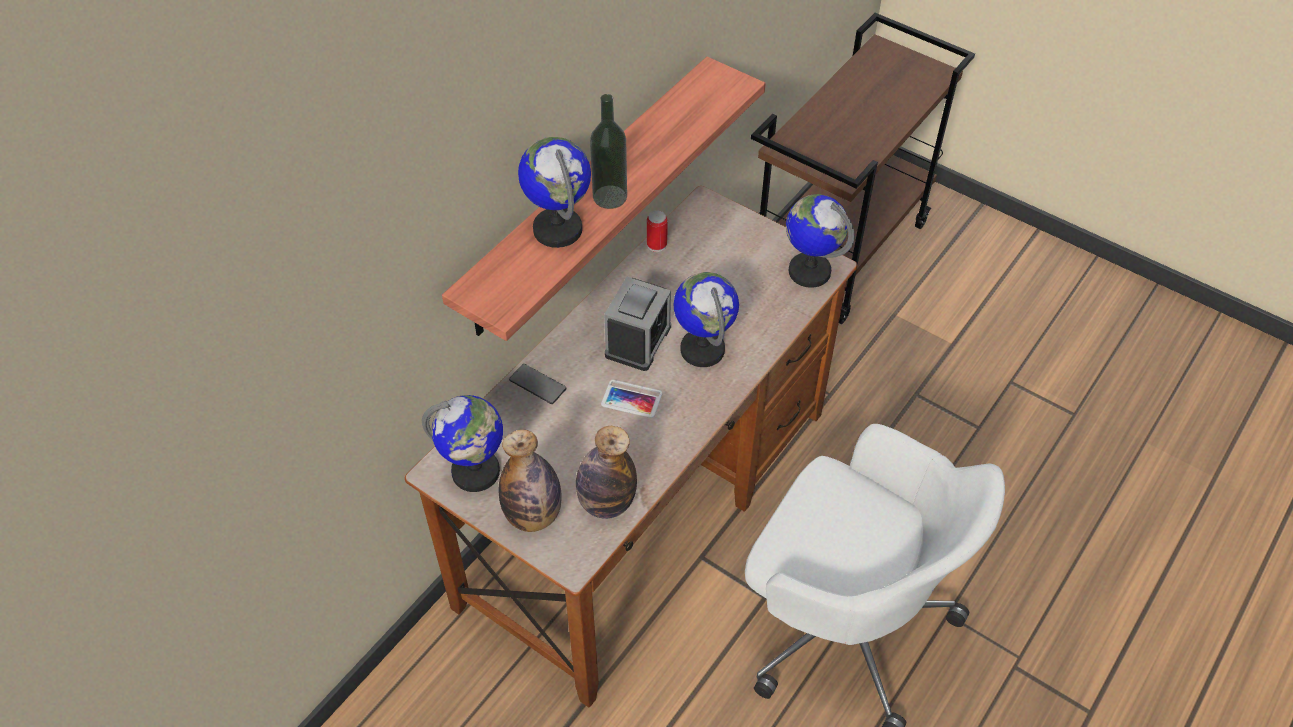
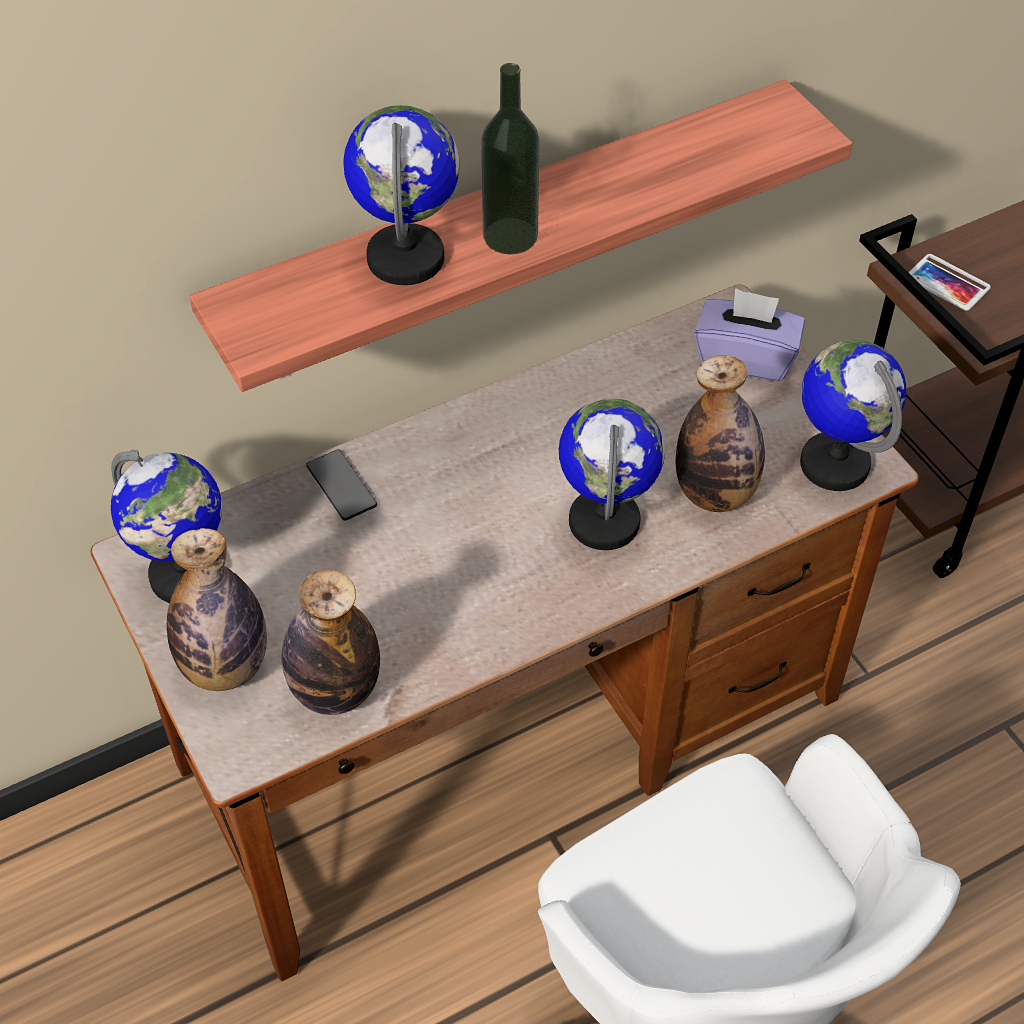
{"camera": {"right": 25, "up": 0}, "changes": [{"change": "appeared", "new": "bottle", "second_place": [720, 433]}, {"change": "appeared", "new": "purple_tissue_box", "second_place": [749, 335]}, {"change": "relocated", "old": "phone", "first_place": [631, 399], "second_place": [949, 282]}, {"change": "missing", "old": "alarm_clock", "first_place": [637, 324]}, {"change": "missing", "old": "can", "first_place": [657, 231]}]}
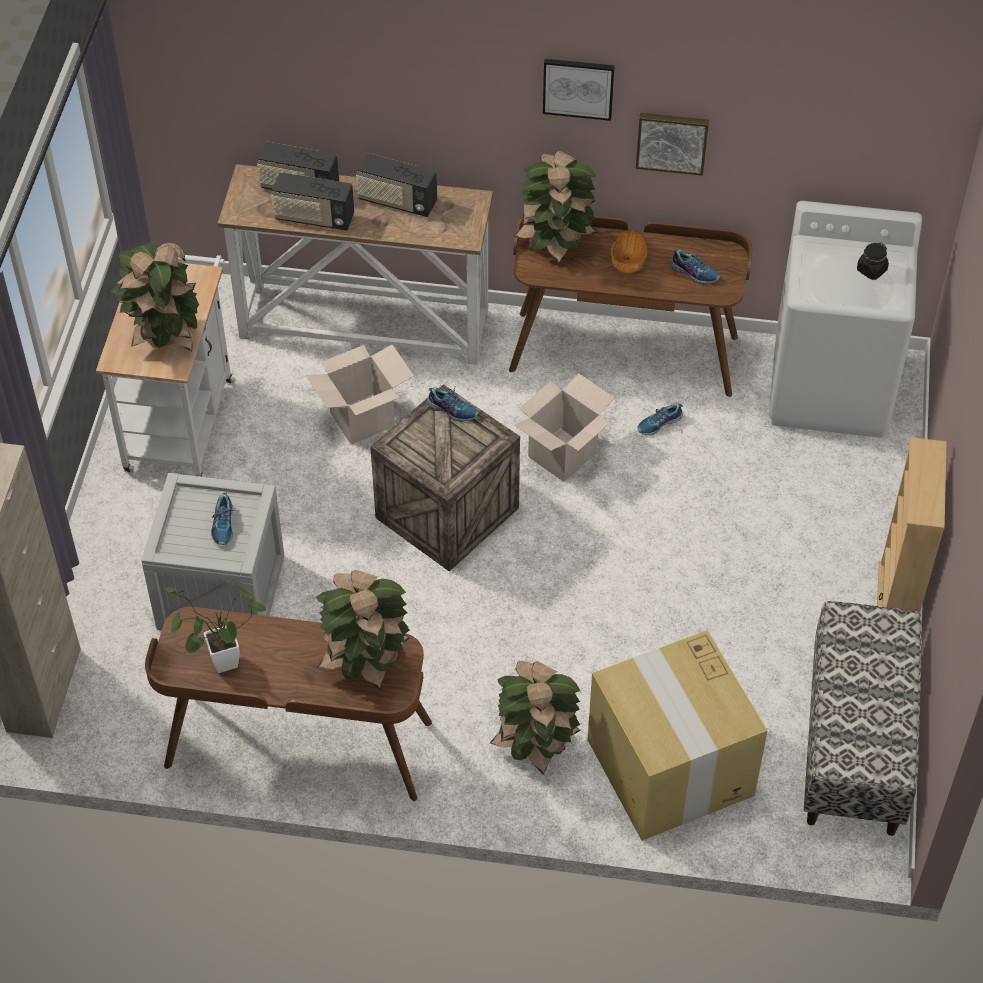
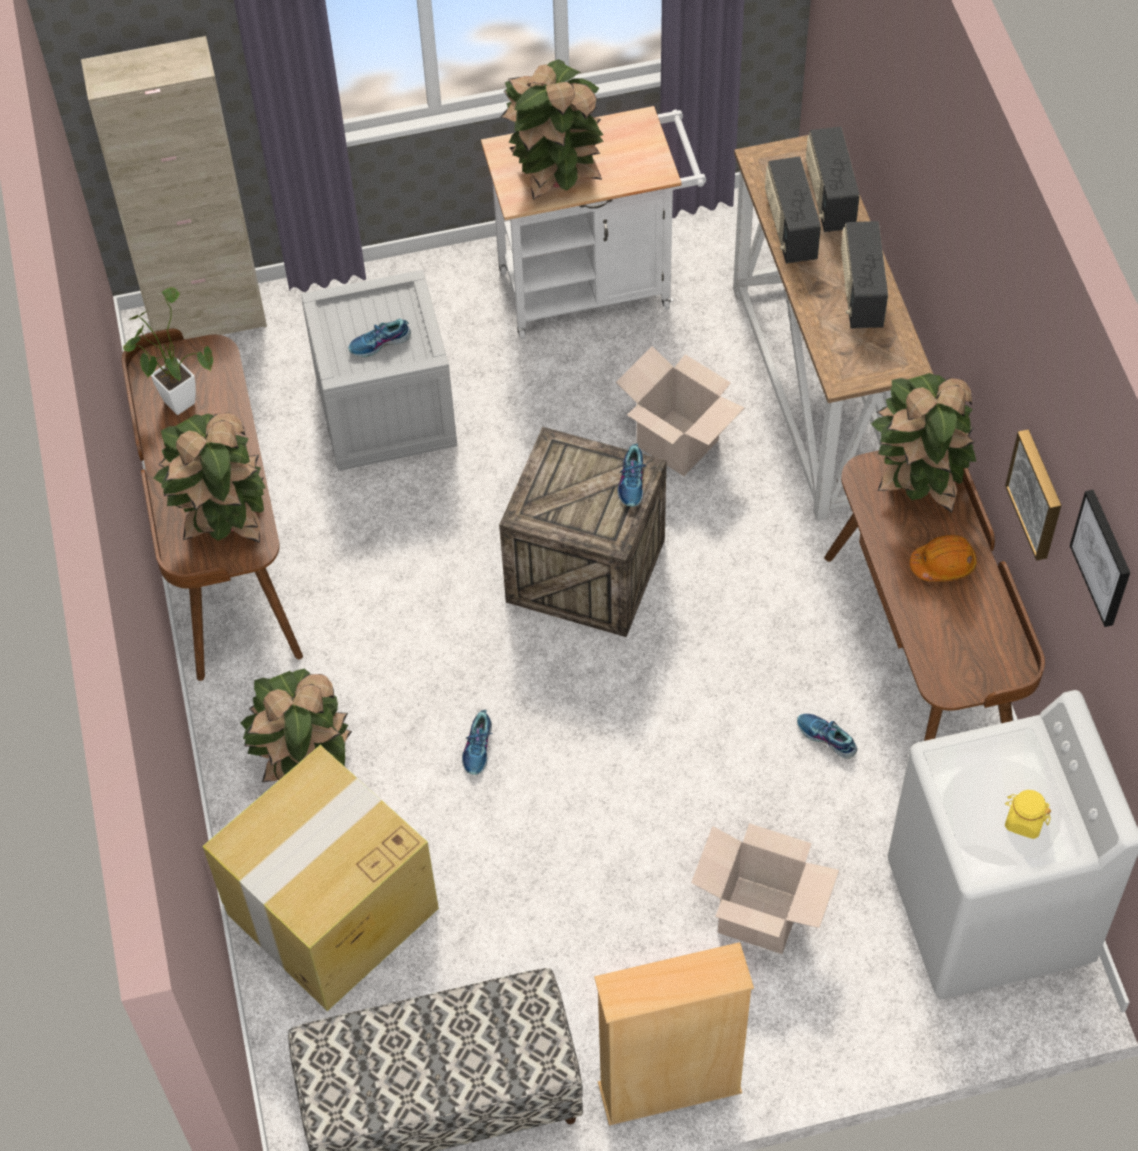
{"camera": {"right": 70, "up": 5}, "changes": [{"change": "relocated", "old": "shoe", "first_place": [695, 267], "second_place": [477, 742]}, {"change": "relocated", "old": "cardboard_box", "first_place": [564, 427], "second_place": [765, 888]}, {"change": "colour", "old": "black_jar", "new": "yellow_jar", "first_place": [873, 261], "second_place": [1028, 814]}, {"change": "relocated", "old": "picture", "first_place": [579, 90], "second_place": [1100, 558]}]}
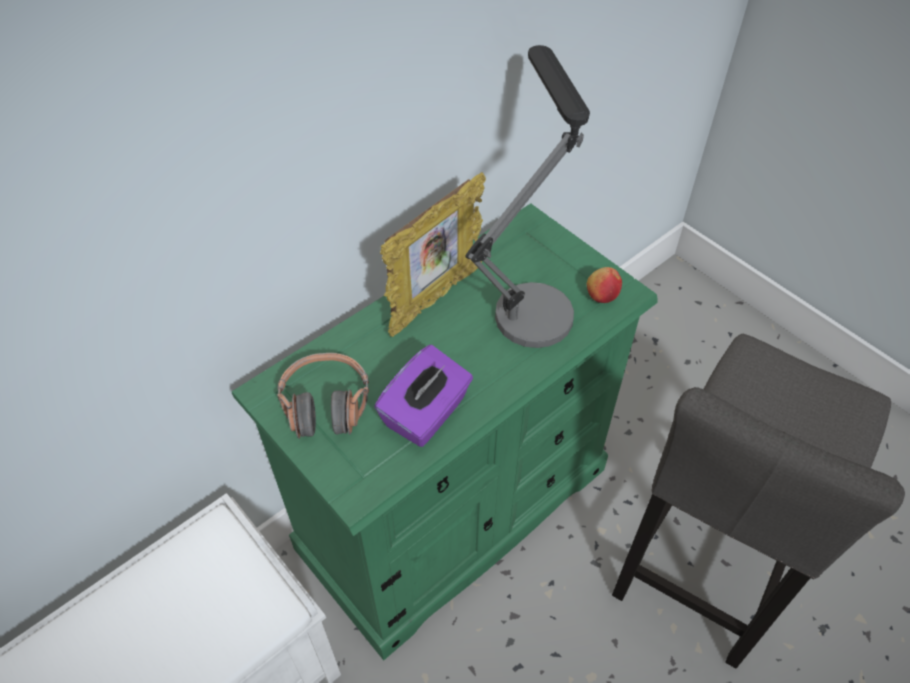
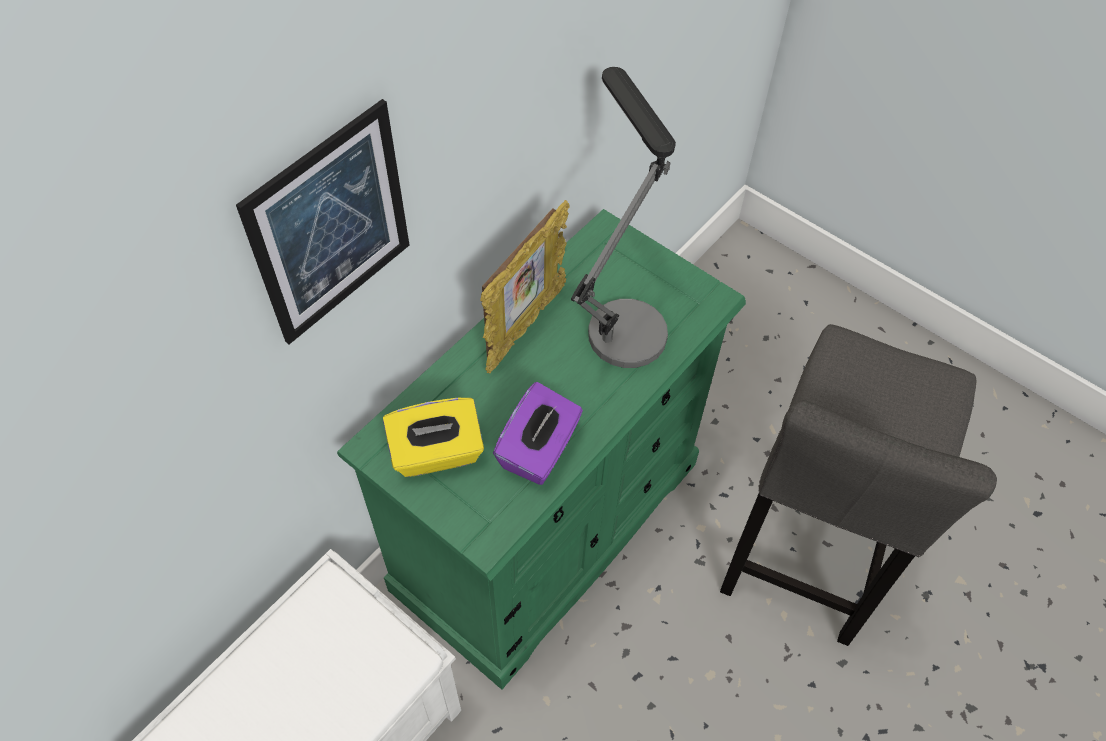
{"camera": {"right": -10, "up": 5}, "changes": [{"change": "appeared", "new": "picture", "second_place": [322, 221]}, {"change": "exchanged", "old": "headphones", "new": "yellow_tissue_box", "first_place": [323, 396], "second_place": [433, 437]}, {"change": "missing", "old": "apple", "first_place": [604, 285]}]}
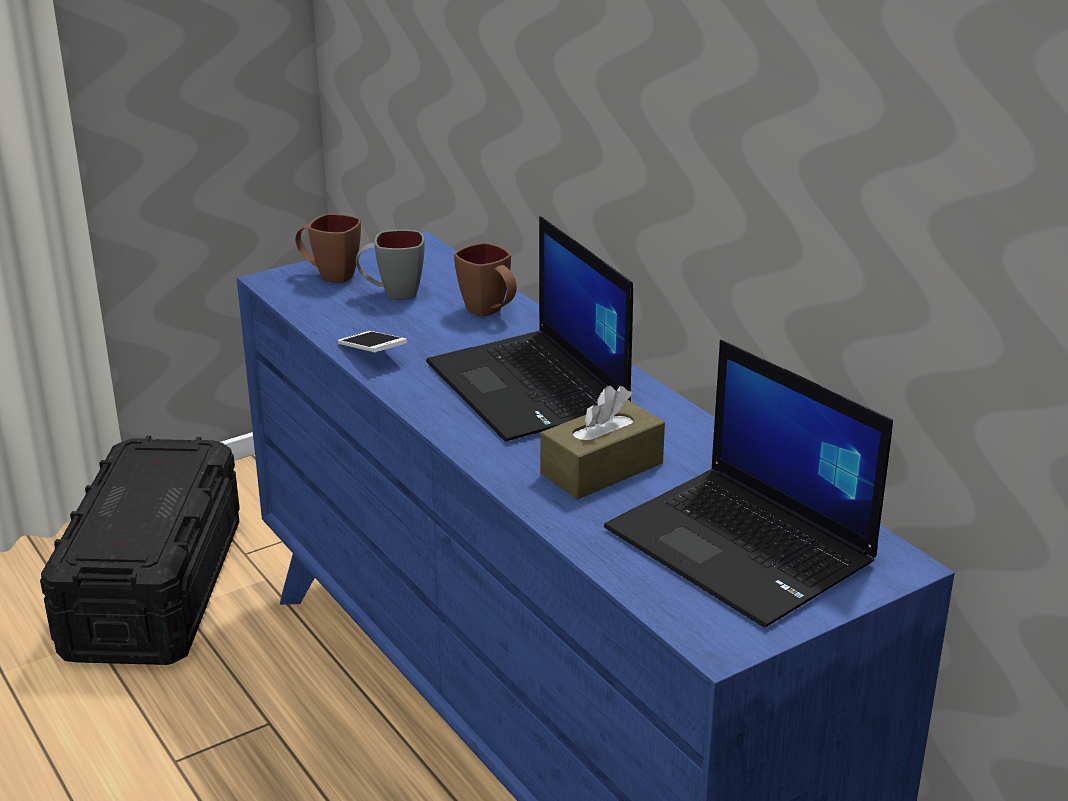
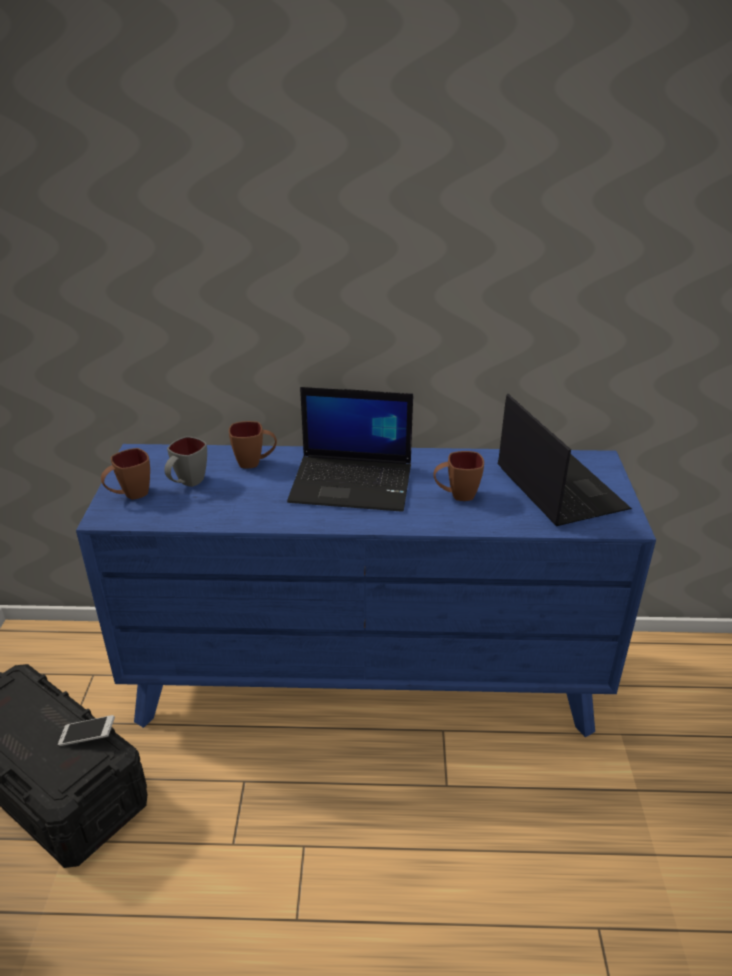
{"camera": {"right": -55, "up": 5}, "changes": [{"change": "relocated", "old": "phone", "first_place": [372, 341], "second_place": [86, 730]}, {"change": "exchanged", "old": "brown_tissue_box", "new": "brown_mug", "first_place": [602, 443], "second_place": [459, 476]}, {"change": "spun", "old": "laptop", "first_place": [748, 484], "second_place": [565, 460], "degrees": -105}]}
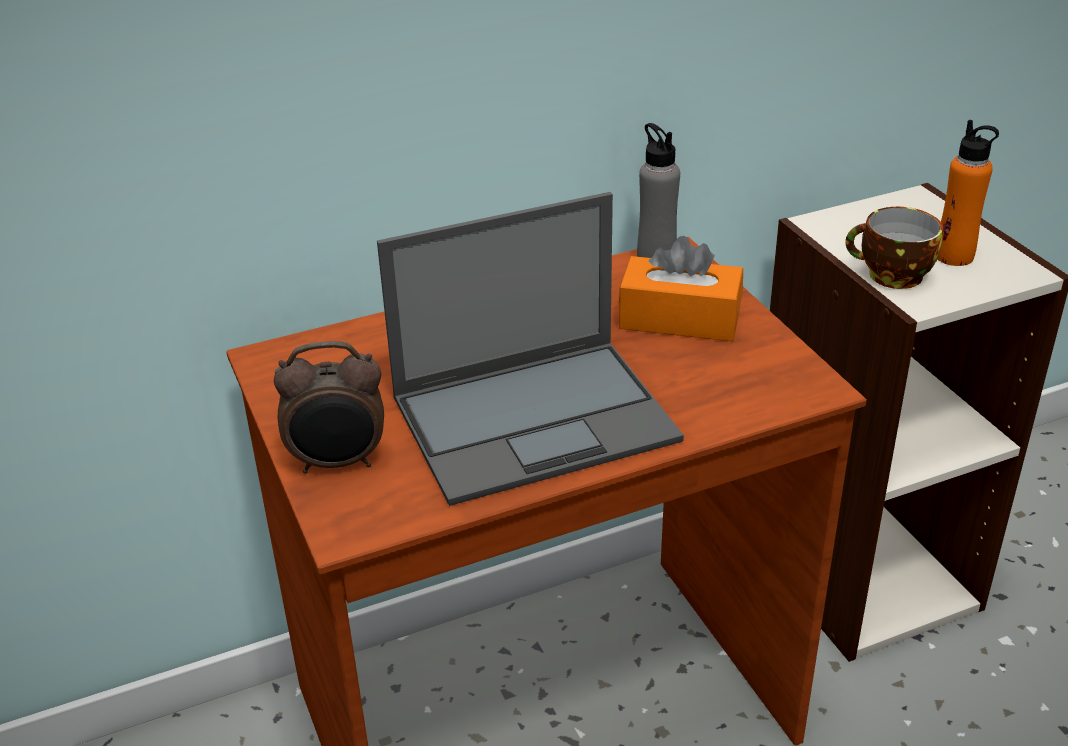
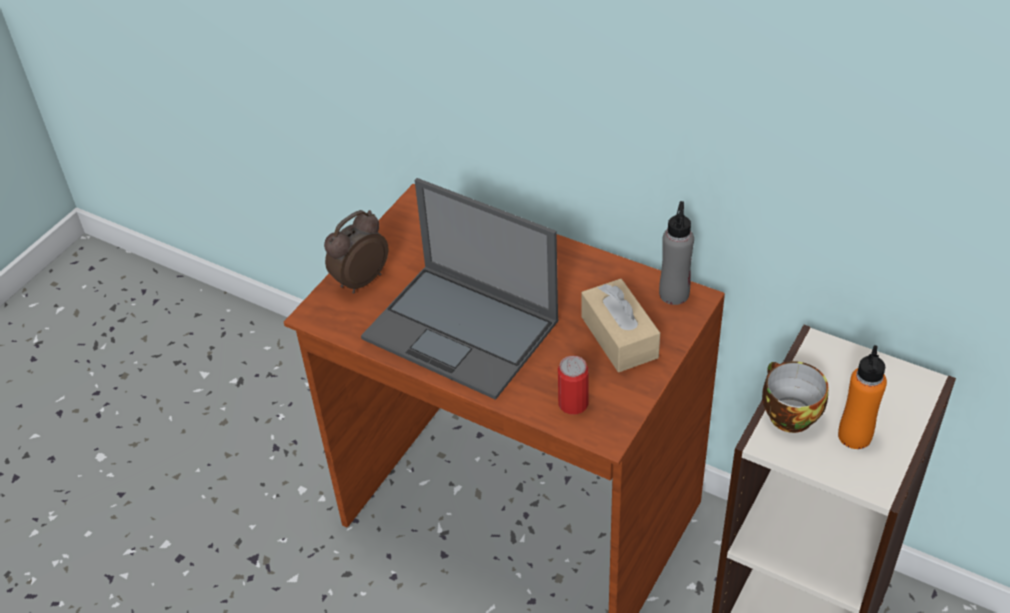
{"camera": {"right": 55, "up": 10}, "changes": [{"change": "spun", "old": "alarm_clock", "first_place": [329, 407], "second_place": [356, 252], "degrees": 90}, {"change": "appeared", "new": "can", "second_place": [573, 385]}, {"change": "colour", "old": "orange_tissue_box", "new": "beige_tissue_box", "first_place": [681, 288], "second_place": [620, 325]}]}
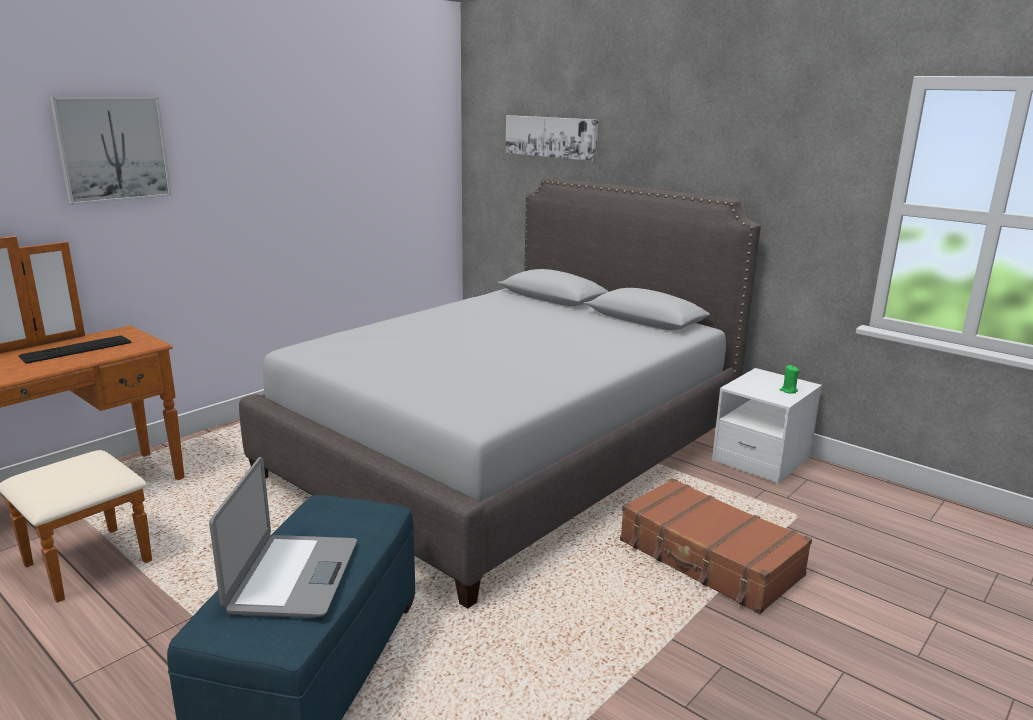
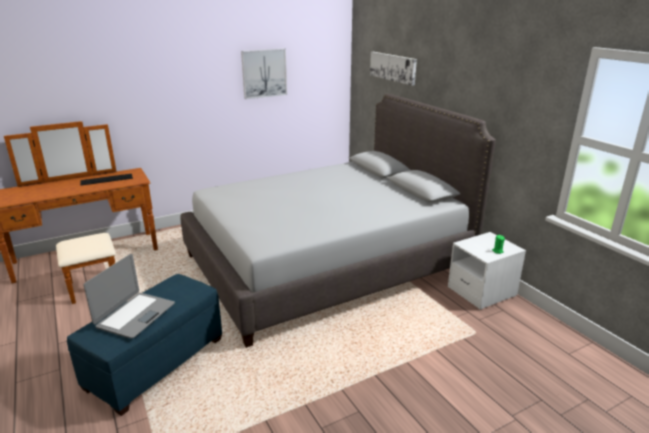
{"camera": {"right": 20, "up": 5}, "changes": [{"change": "relocated", "old": "picture", "first_place": [111, 151], "second_place": [264, 73]}, {"change": "missing", "old": "brown_suitcase", "first_place": [716, 546]}]}
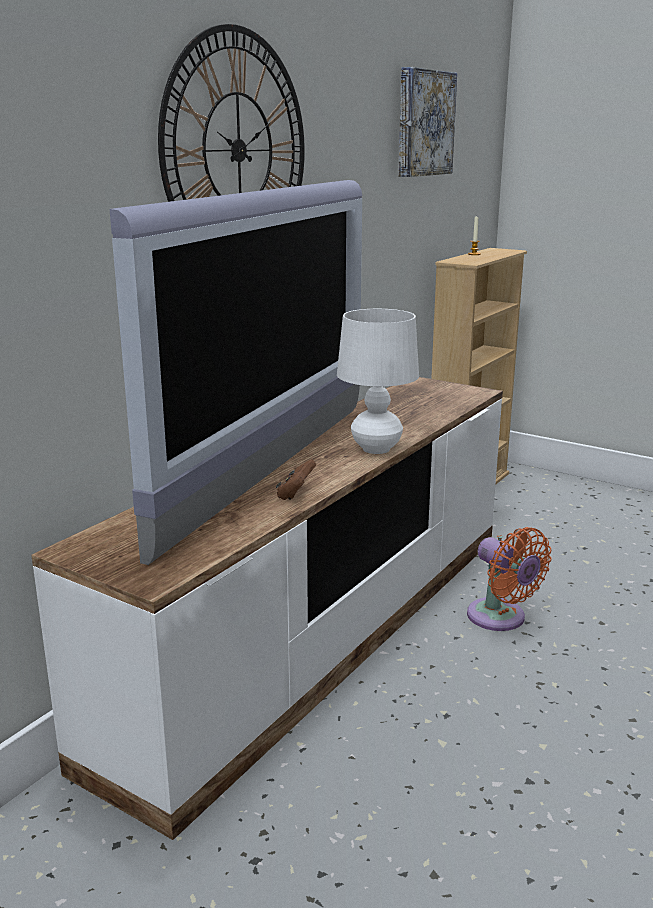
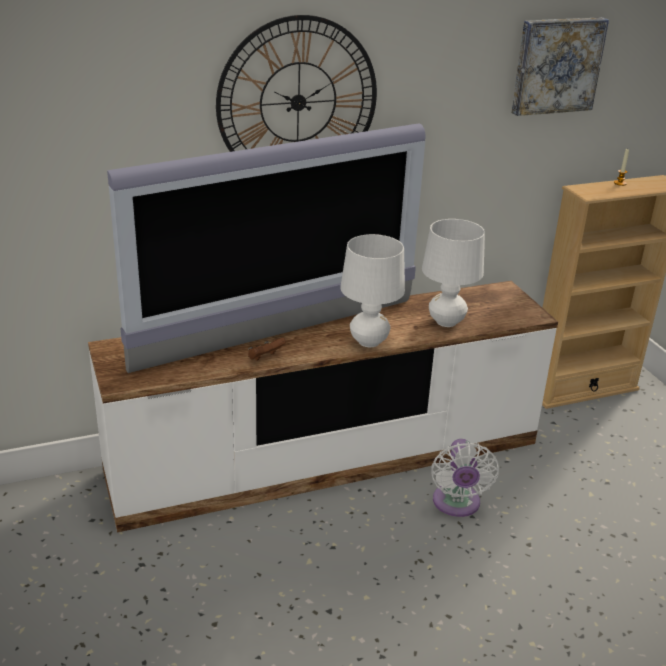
{"camera": {"right": 35, "up": 10}, "changes": [{"change": "appeared", "new": "white_table_lamp", "second_place": [453, 273]}, {"change": "colour", "old": "orange_fan", "new": "white_fan", "first_place": [509, 579], "second_place": [465, 478]}]}
